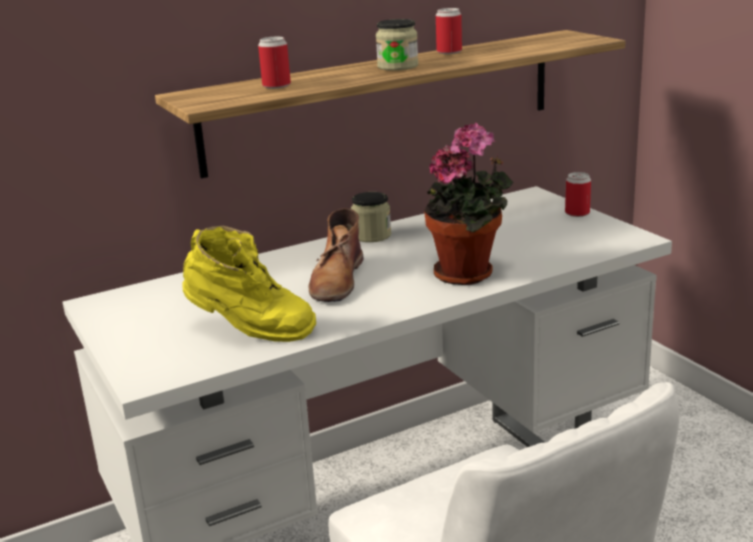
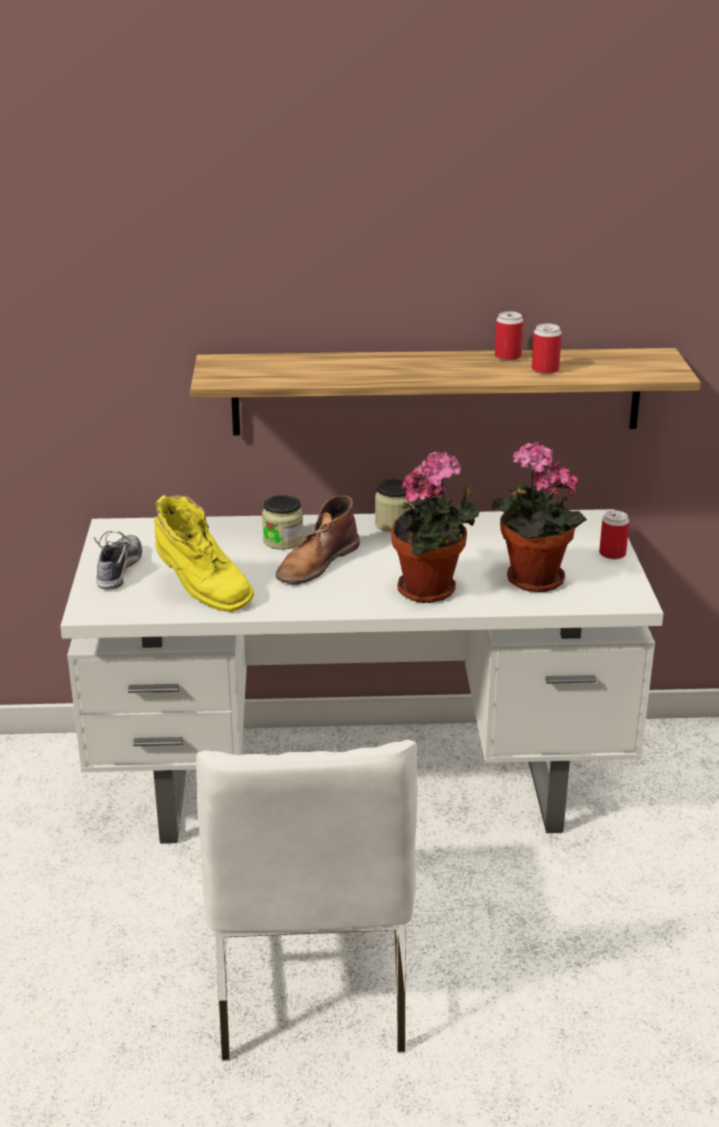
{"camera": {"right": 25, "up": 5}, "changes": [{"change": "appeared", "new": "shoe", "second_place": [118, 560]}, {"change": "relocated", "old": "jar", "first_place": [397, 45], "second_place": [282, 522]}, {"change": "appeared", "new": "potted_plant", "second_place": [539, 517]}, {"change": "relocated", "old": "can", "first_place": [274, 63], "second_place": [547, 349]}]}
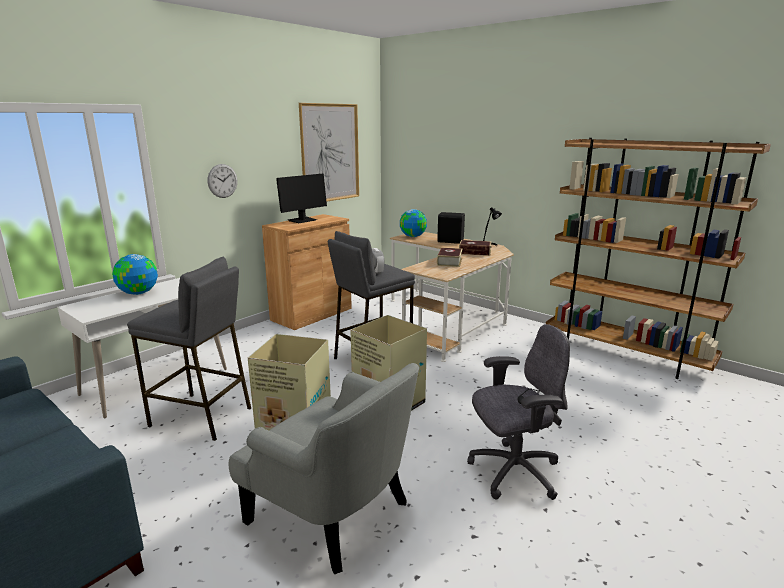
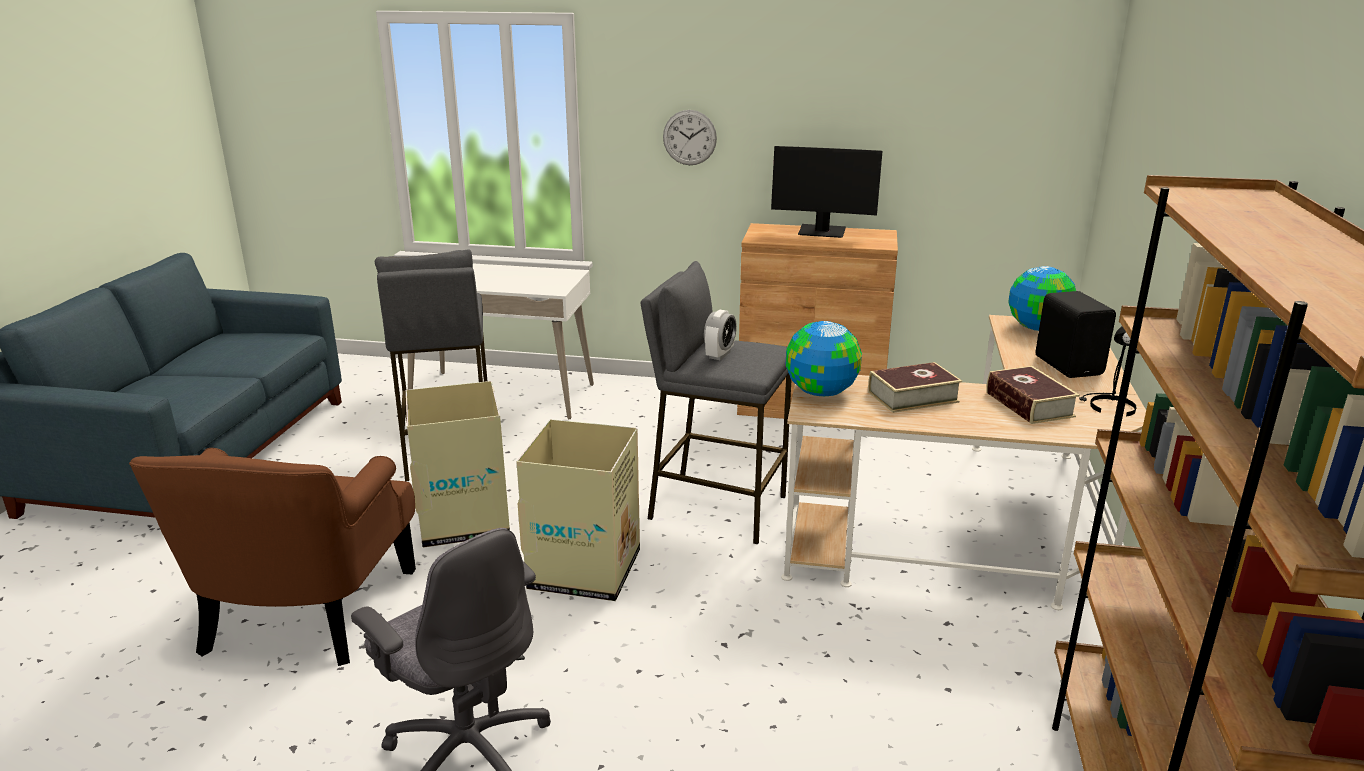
{"camera": {"right": 60, "up": 5}, "changes": [{"change": "colour", "old": "grey_armchair", "new": "brown_armchair", "first_place": [324, 468], "second_place": [272, 557]}, {"change": "relocated", "old": "globe", "first_place": [135, 274], "second_place": [824, 358]}, {"change": "missing", "old": "picture", "first_place": [329, 152]}]}
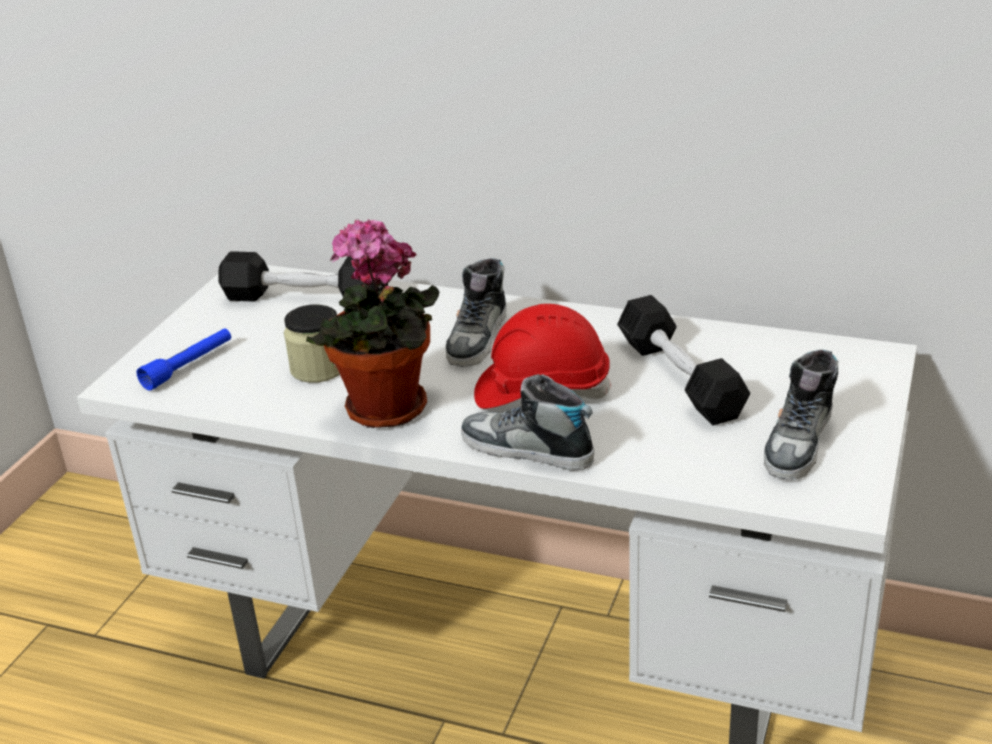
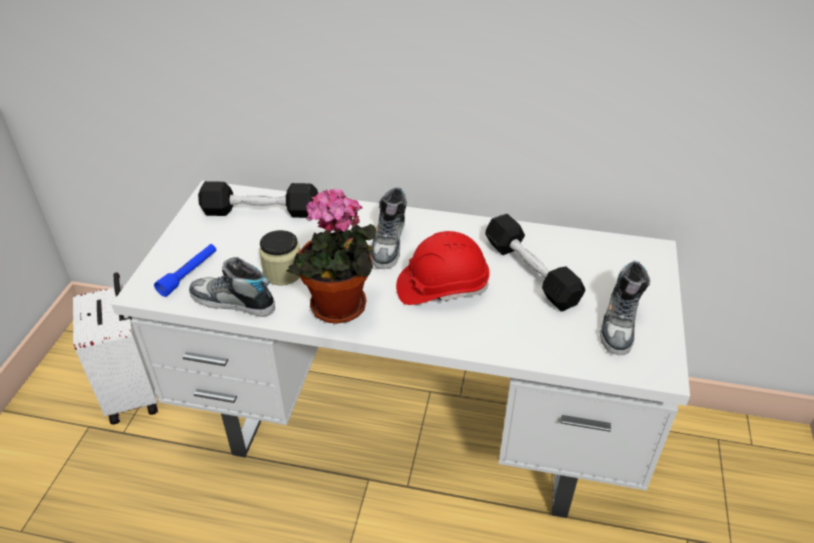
{"camera": {"right": -10, "up": 10}, "changes": [{"change": "appeared", "new": "white_suitcase", "second_place": [115, 348]}, {"change": "relocated", "old": "shoe", "first_place": [527, 422], "second_place": [232, 287]}]}
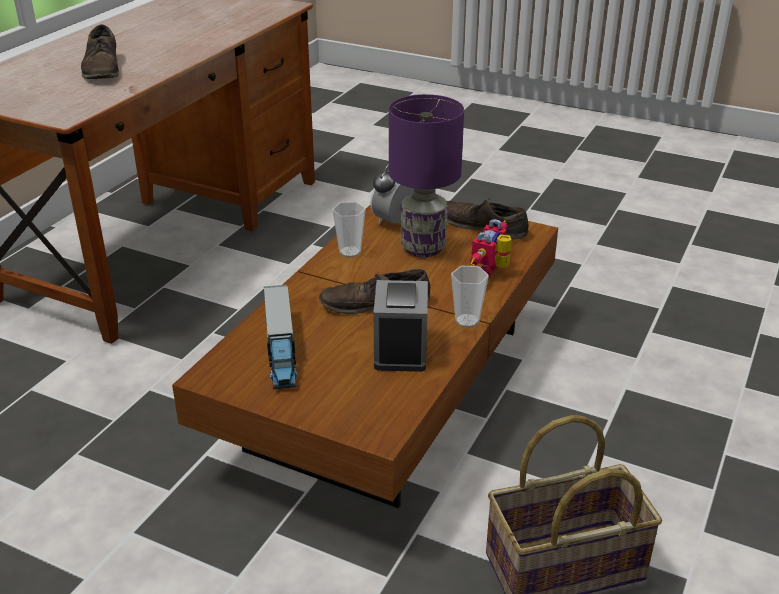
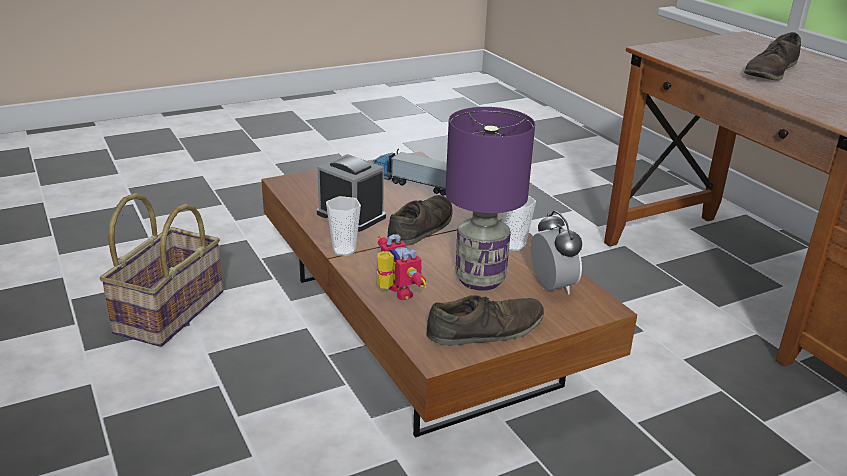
{"camera": {"right": 125, "up": -5}, "changes": [{"change": "spun", "old": "brown_shoe", "first_place": [100, 51], "second_place": [772, 56], "degrees": -75}]}
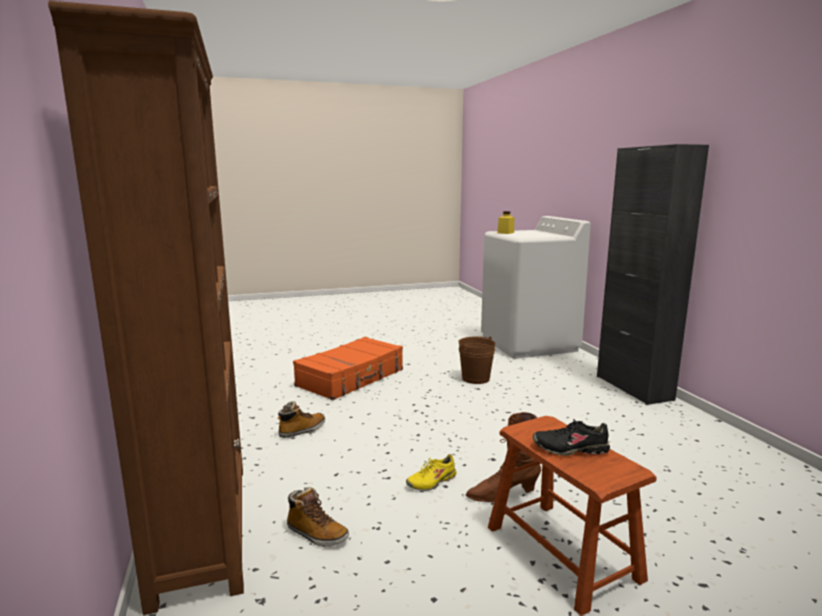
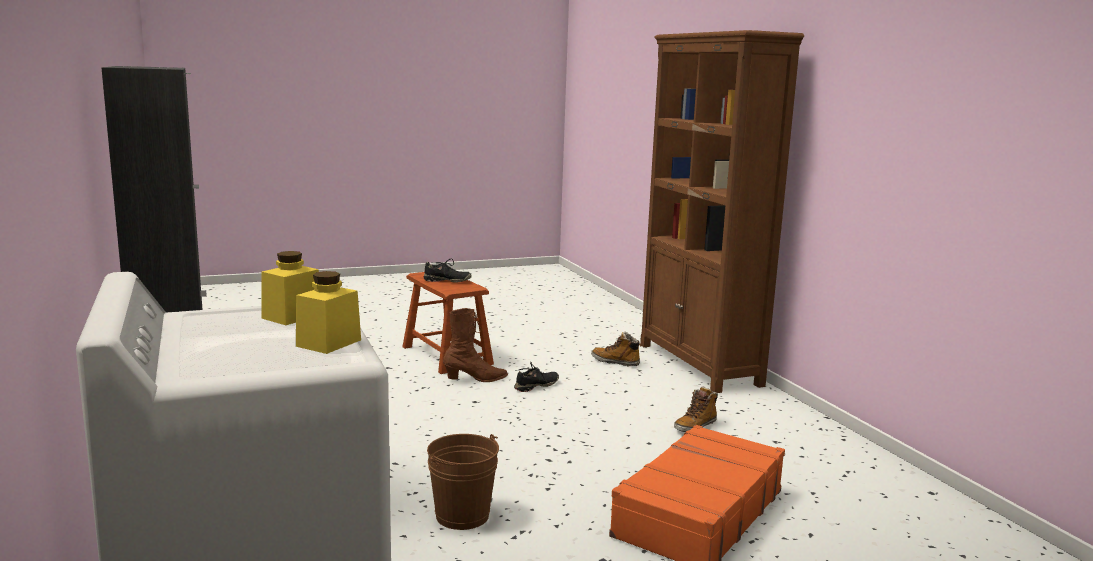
{"camera": {"right": 175, "up": 0}, "changes": [{"change": "appeared", "new": "yellow_jar", "second_place": [290, 288]}, {"change": "colour", "old": "yellow_shoe", "new": "black_shoe", "first_place": [431, 472], "second_place": [536, 377]}]}
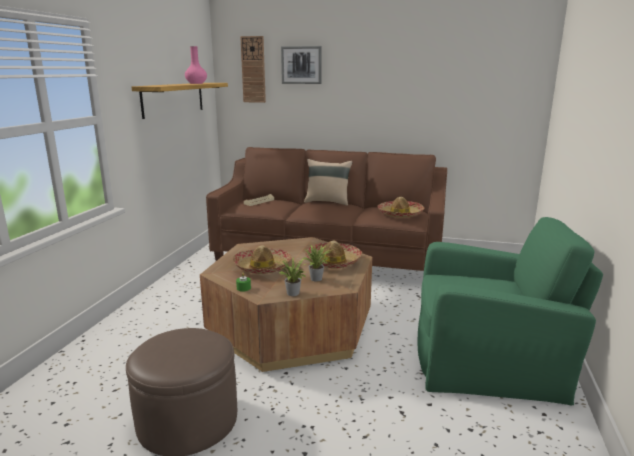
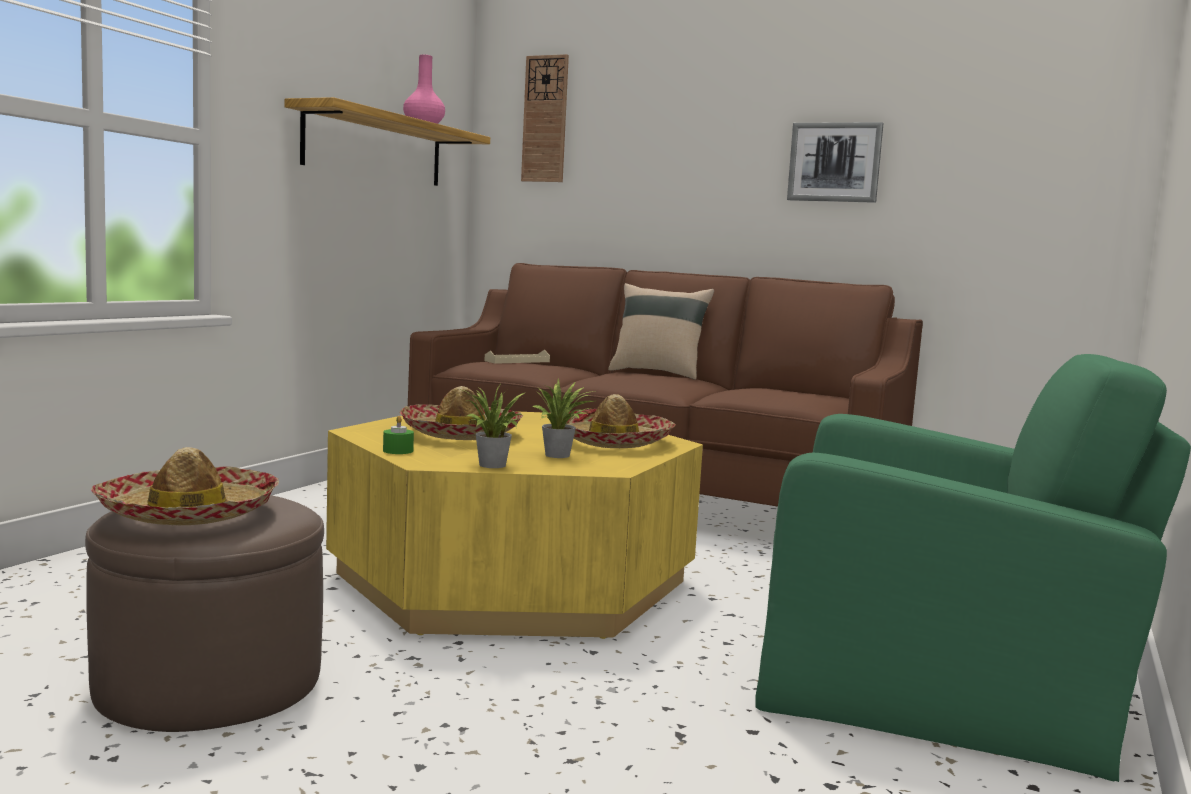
{"camera": {"right": 10, "up": -10}, "changes": [{"change": "relocated", "old": "hat", "first_place": [401, 207], "second_place": [185, 486]}, {"change": "colour", "old": "brown_coffee_table", "new": "yellow_coffee_table", "first_place": [286, 304], "second_place": [514, 525]}, {"change": "relocated", "old": "picture", "first_place": [301, 65], "second_place": [835, 162]}]}
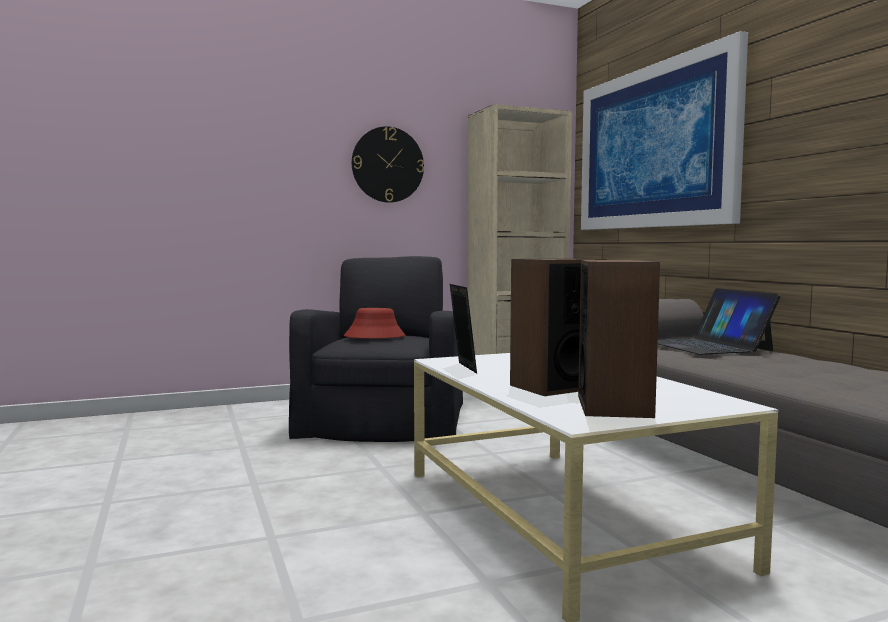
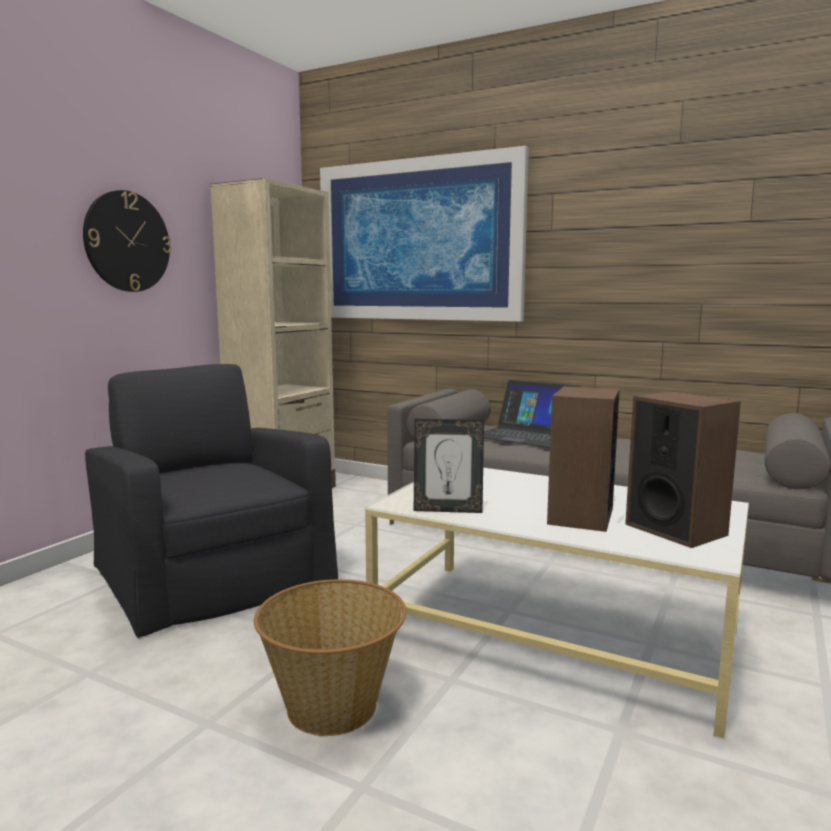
{"camera": {"right": -40, "up": 5}, "changes": [{"change": "appeared", "new": "basket", "second_place": [330, 657]}, {"change": "spun", "old": "picture_frame", "first_place": [463, 329], "second_place": [449, 466], "degrees": 150}, {"change": "missing", "old": "red_hat", "first_place": [374, 323]}]}
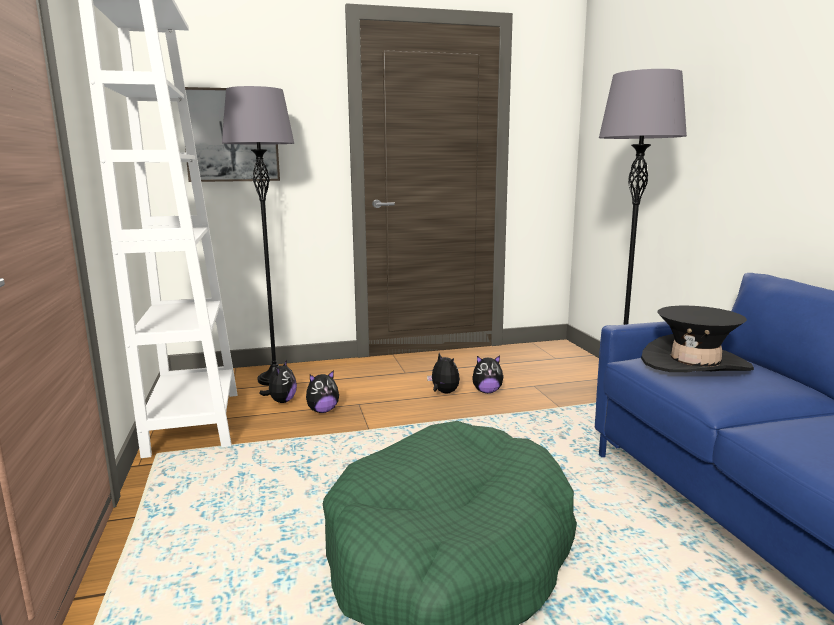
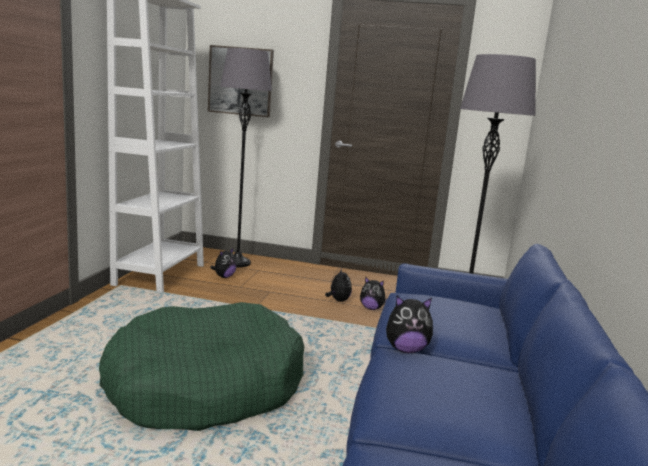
{"camera": {"right": 25, "up": 0}, "changes": [{"change": "relocated", "old": "plush_toy", "first_place": [322, 391], "second_place": [409, 324]}, {"change": "missing", "old": "black_hat", "first_place": [697, 339]}]}
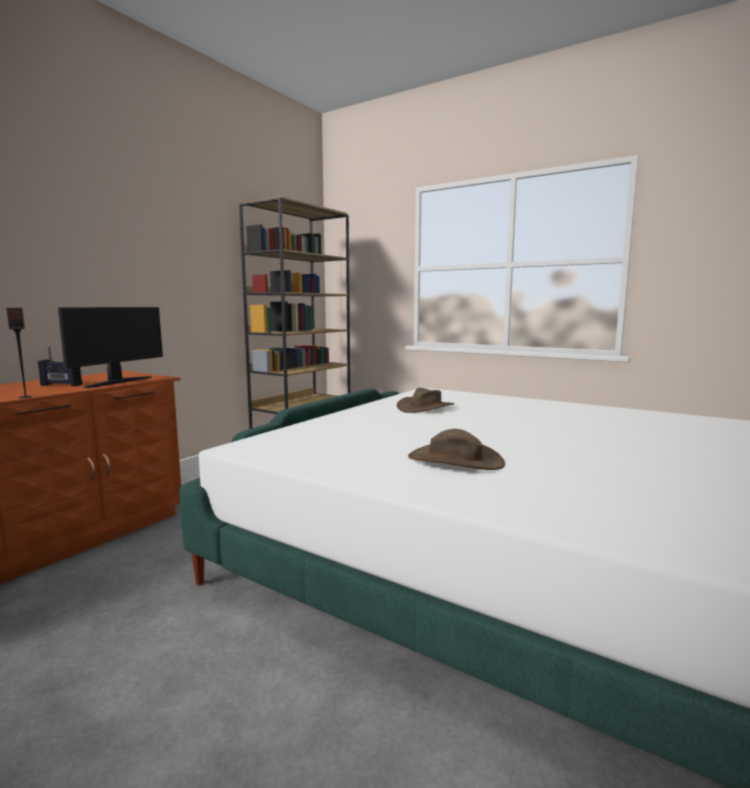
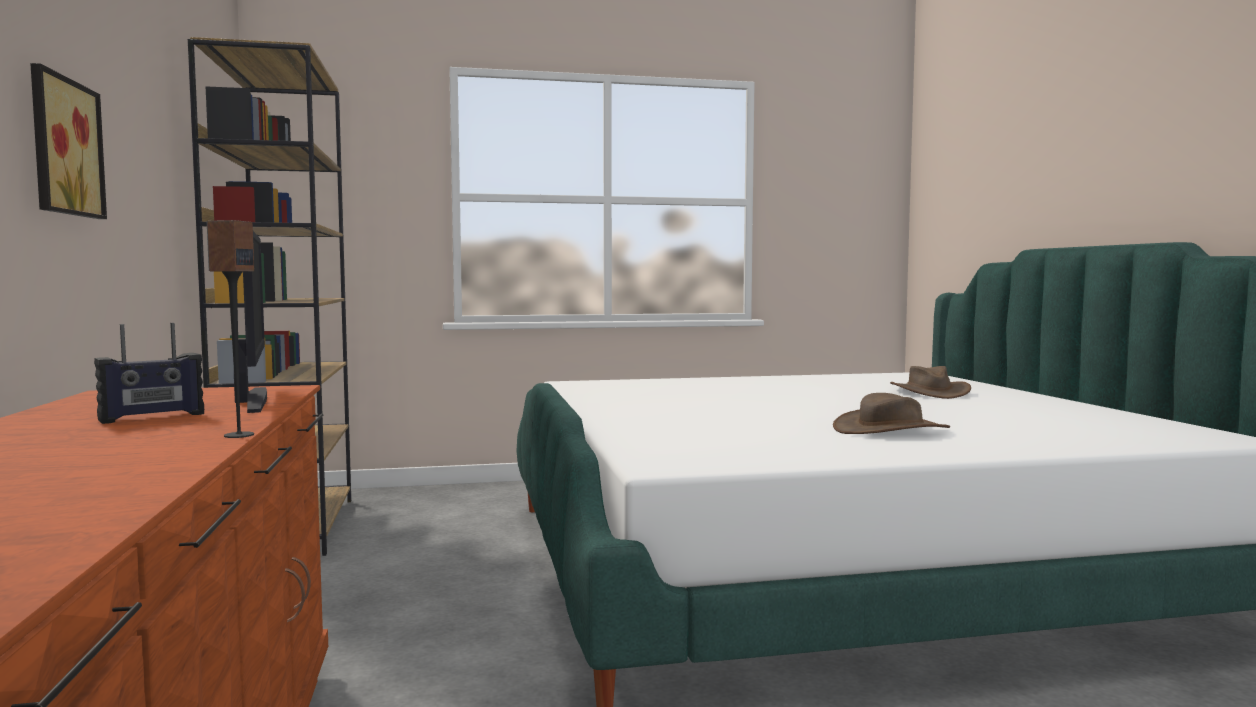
{"camera": {"right": -45, "up": -5}, "changes": [{"change": "appeared", "new": "picture", "second_place": [68, 141]}, {"change": "relocated", "old": "brown_hat", "first_place": [425, 400], "second_place": [930, 382]}]}
